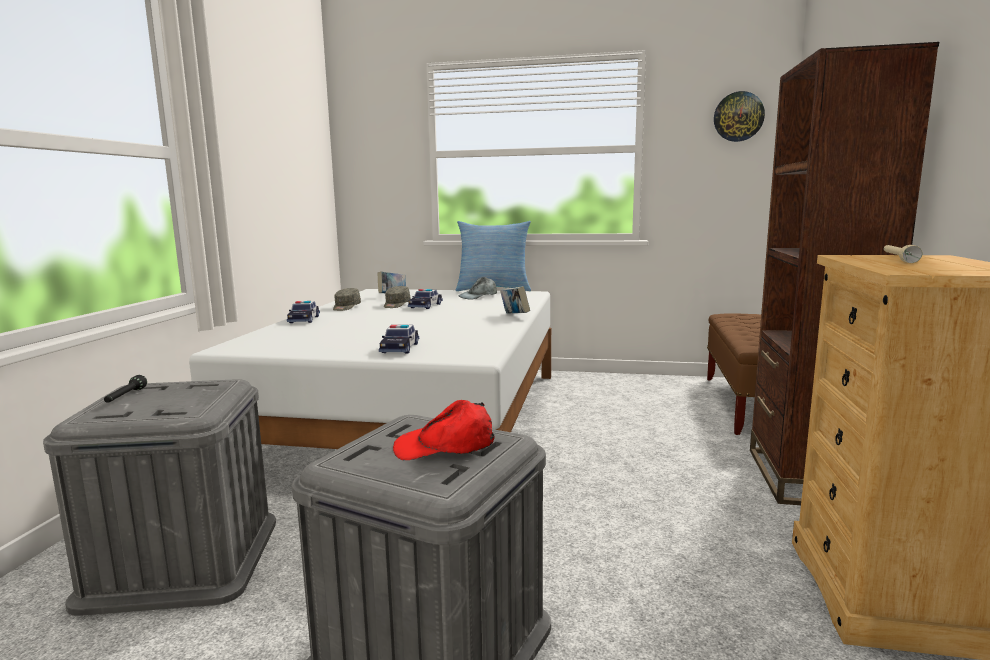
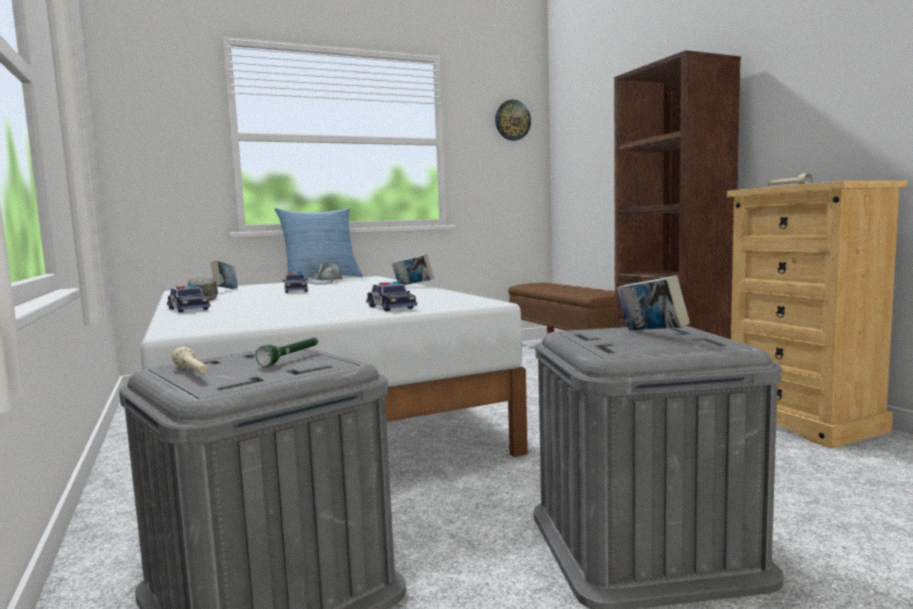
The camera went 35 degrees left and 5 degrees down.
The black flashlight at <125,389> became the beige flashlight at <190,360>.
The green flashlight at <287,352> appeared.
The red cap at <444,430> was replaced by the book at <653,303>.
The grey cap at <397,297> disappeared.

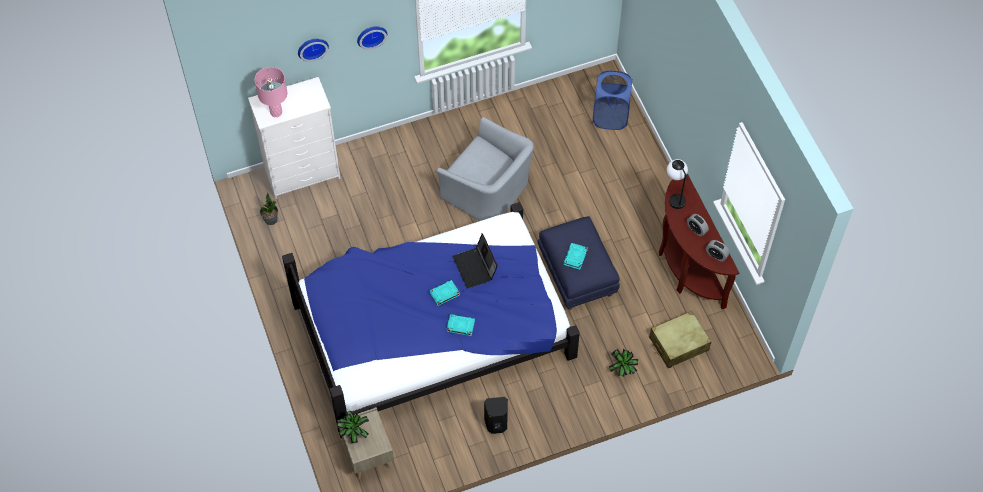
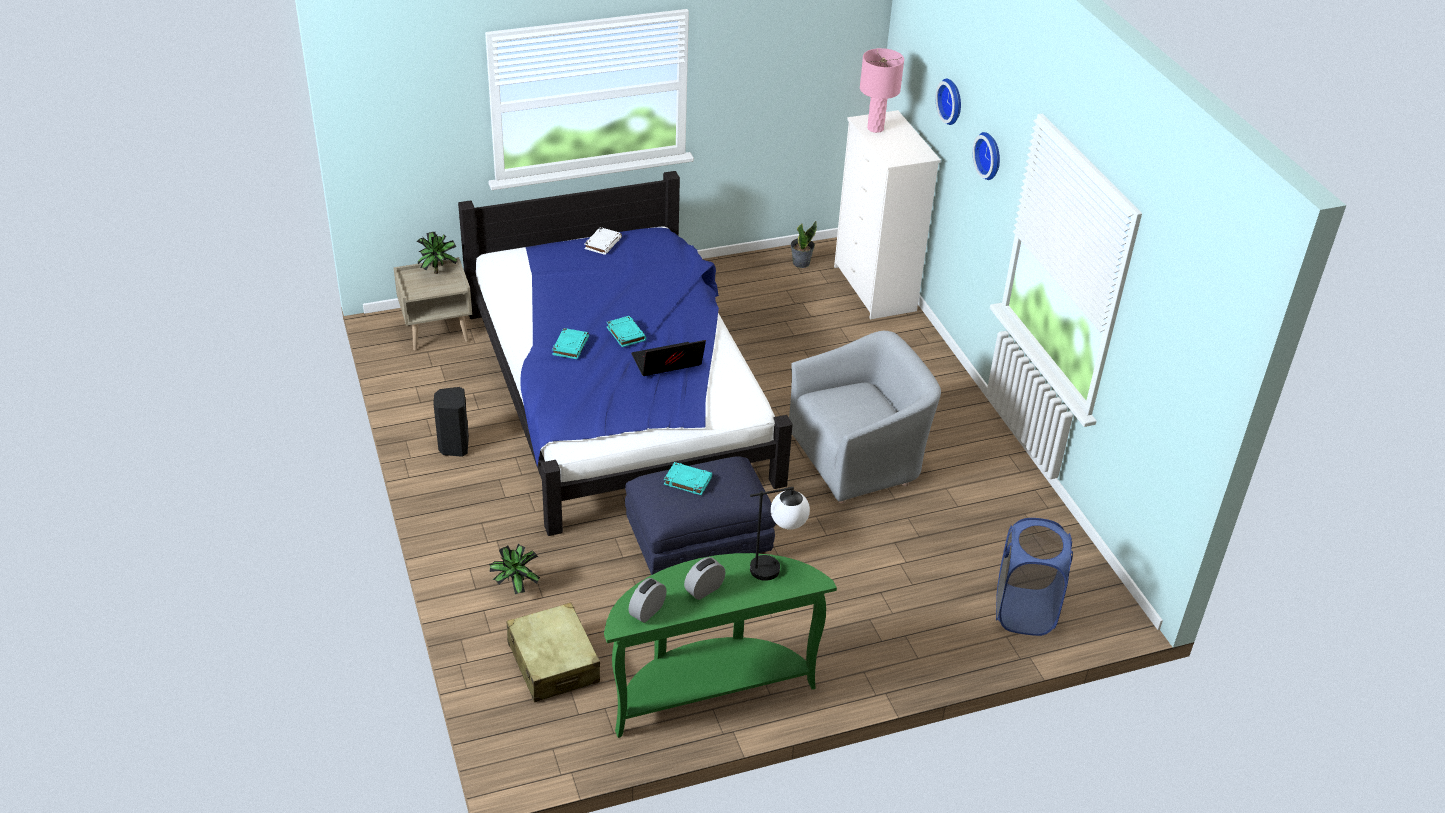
The camera went 90 degrees right and 20 degrees down.
The white book at <603,241> appeared.
The brown console table at <699,241> became the green console table at <720,645>.
The grey armchair at <485,169> turned 150 degrees counterclockwise.

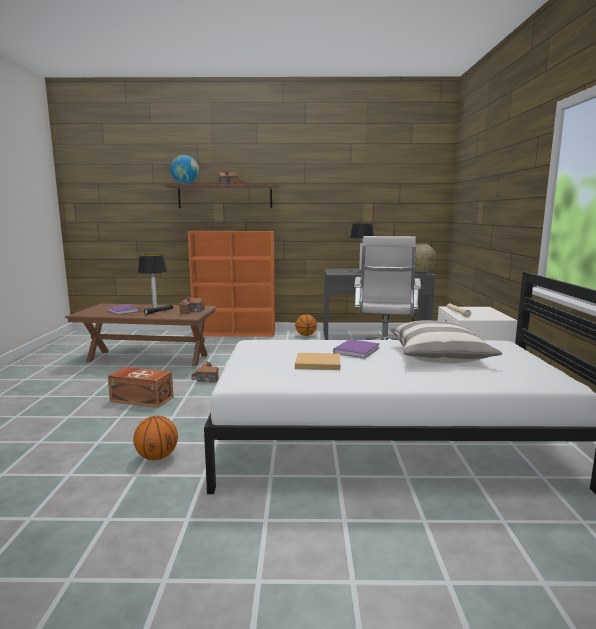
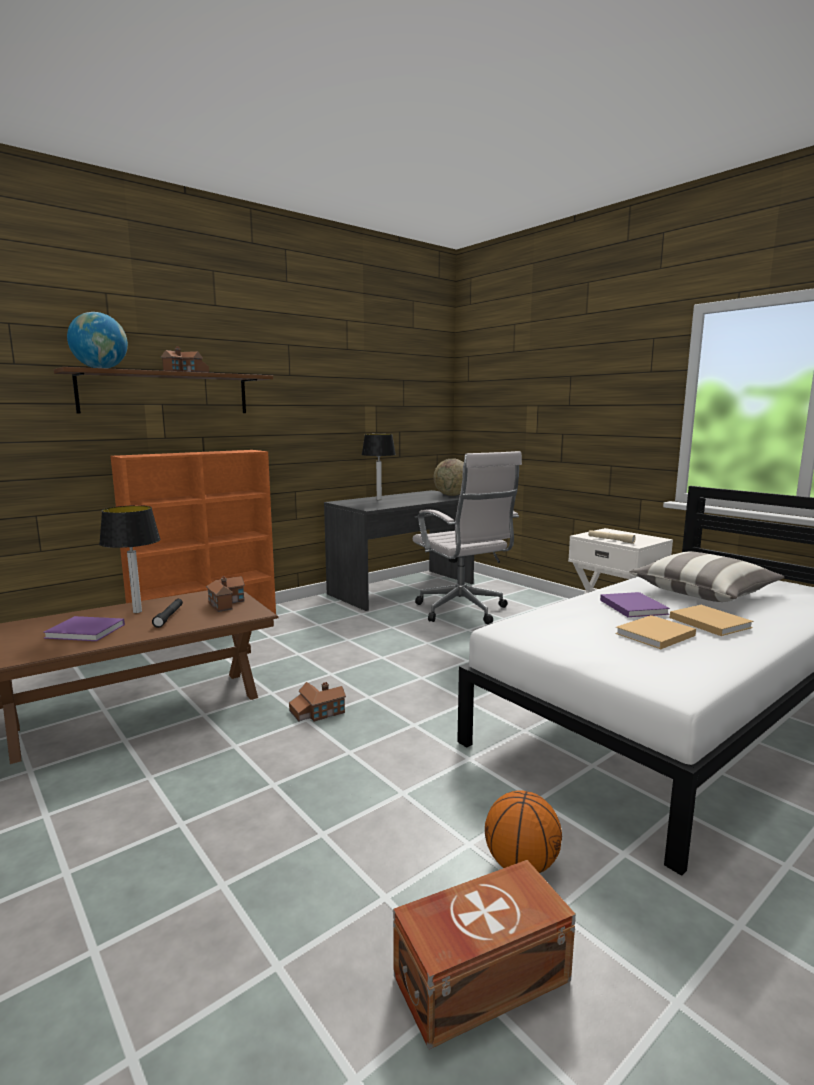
The camera went 40 degrees left and 0 degrees up.
The brown storage box moved from <140,387> to <484,955>.
The beige book at <711,620> appeared.
The basketball at <306,325> disappeared.

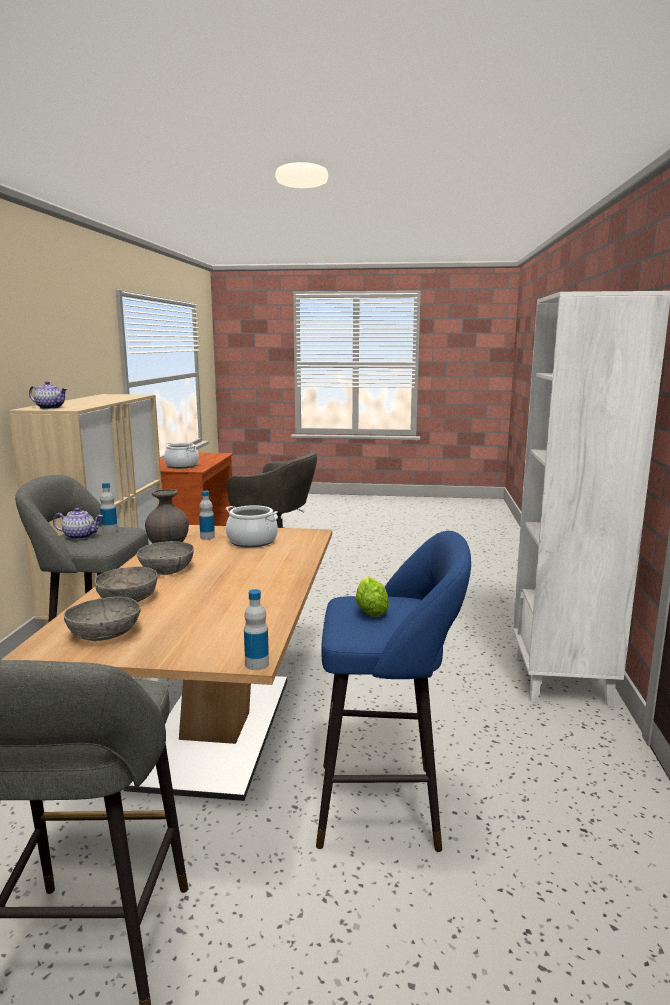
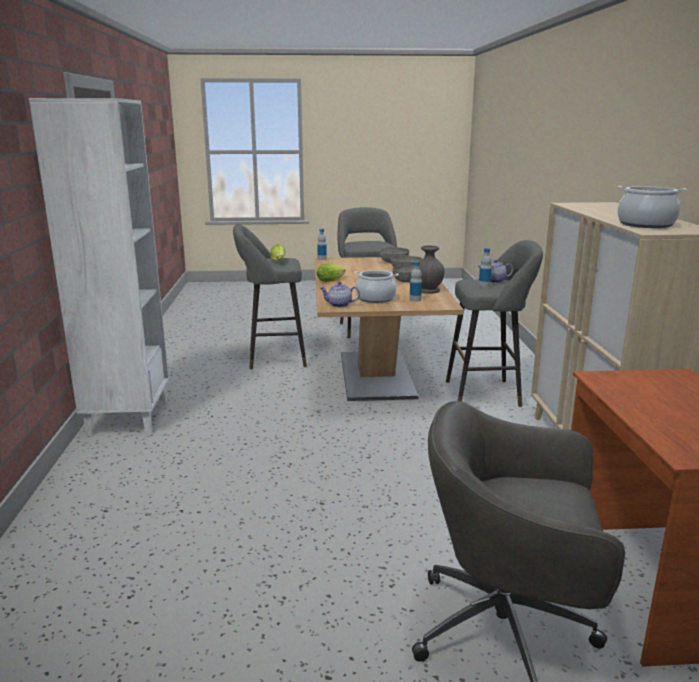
The camera went 170 degrees right and 5 degrees up.
The blue stool at <393,691> became the grey stool at <270,296>.
The lettuce at <331,273> appeared.
The teapot moved from <48,395> to <340,294>.
The cooking pot moved from <181,456> to <652,207>.

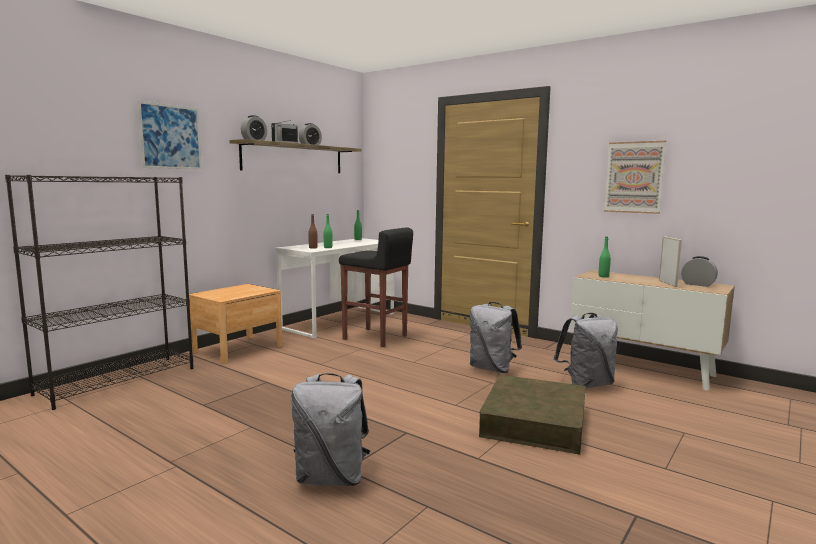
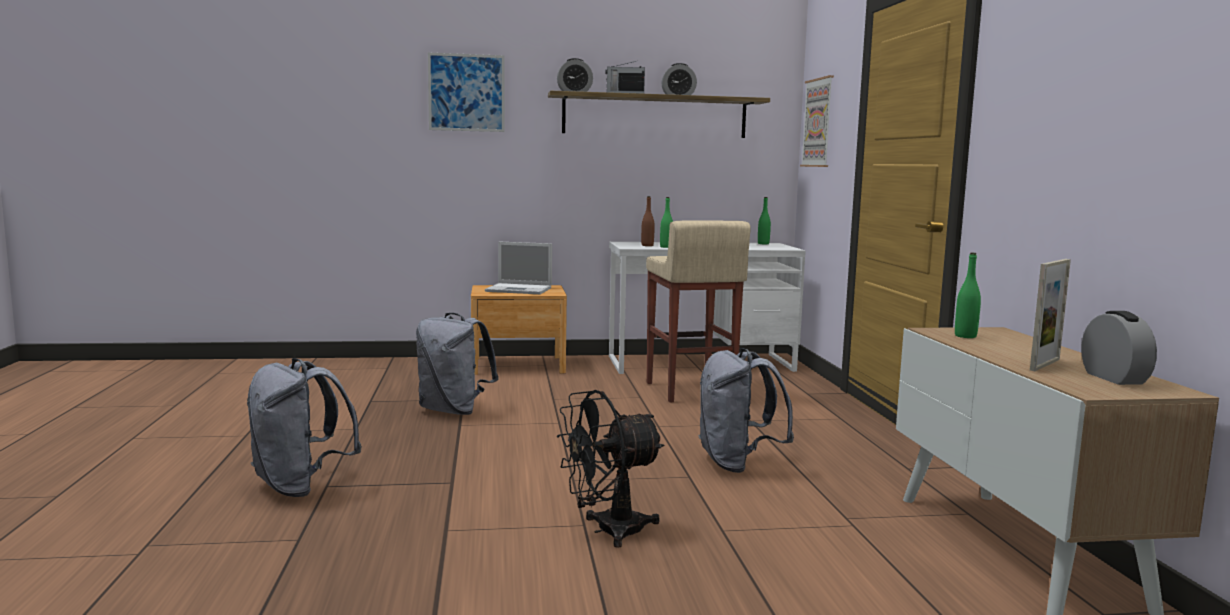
The camera went 45 degrees right and 0 degrees up.
The grey backpack moved from <586,350> to <457,364>.
The laptop at <518,267> appeared.
The brown storage box at <532,415> was replaced by the black fan at <610,469>.
The black stool at <376,287> became the beige stool at <698,311>.
The picture moved from <635,177> to <817,121>.
The black bookcase at <99,292> disappeared.

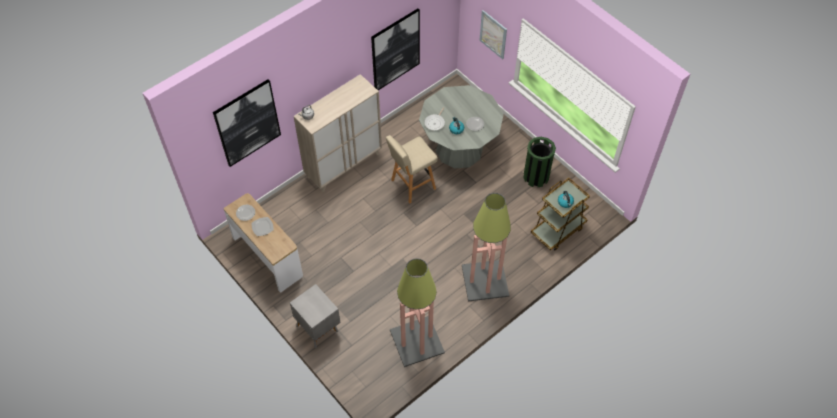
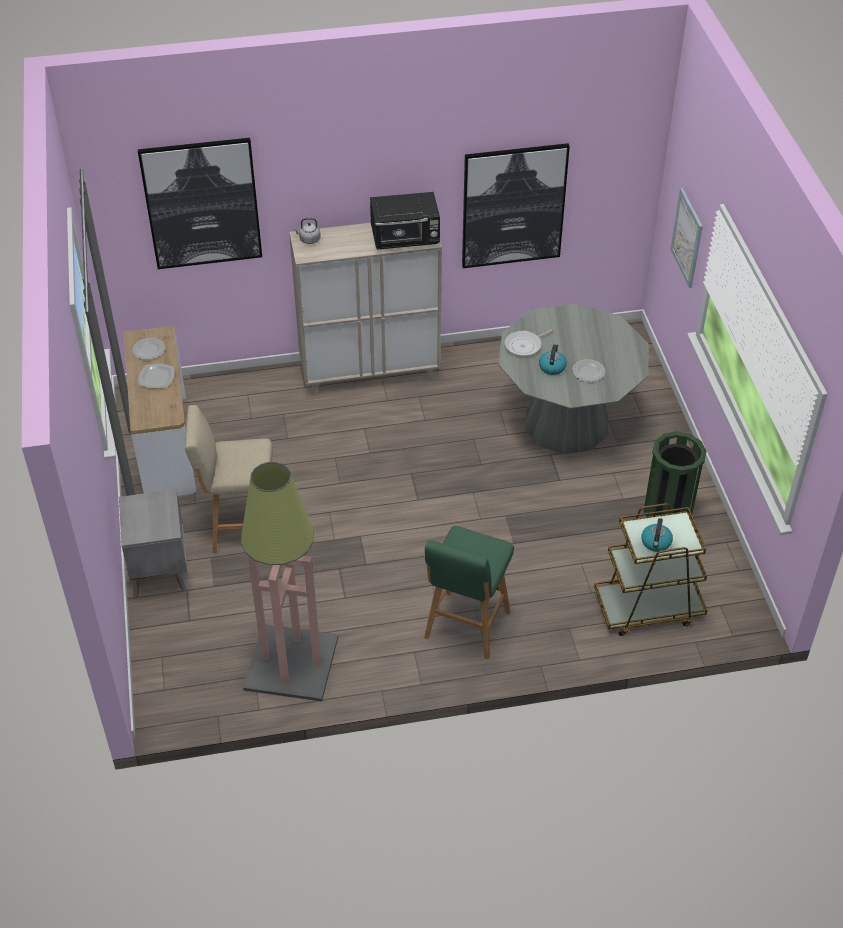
The camera went 30 degrees right and 10 degrees down.
The beige stool moved from <412,169> to <229,479>.
The black microwave at <405,221> appeared.
The floor lamp at <486,247> was replaced by the green stool at <469,592>.

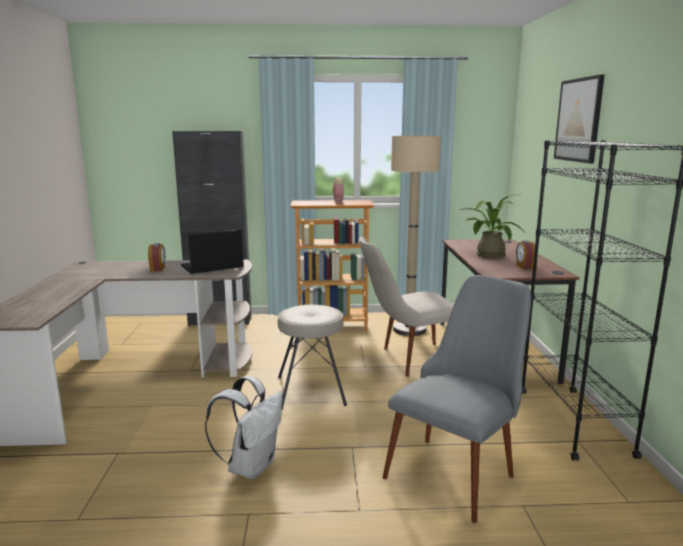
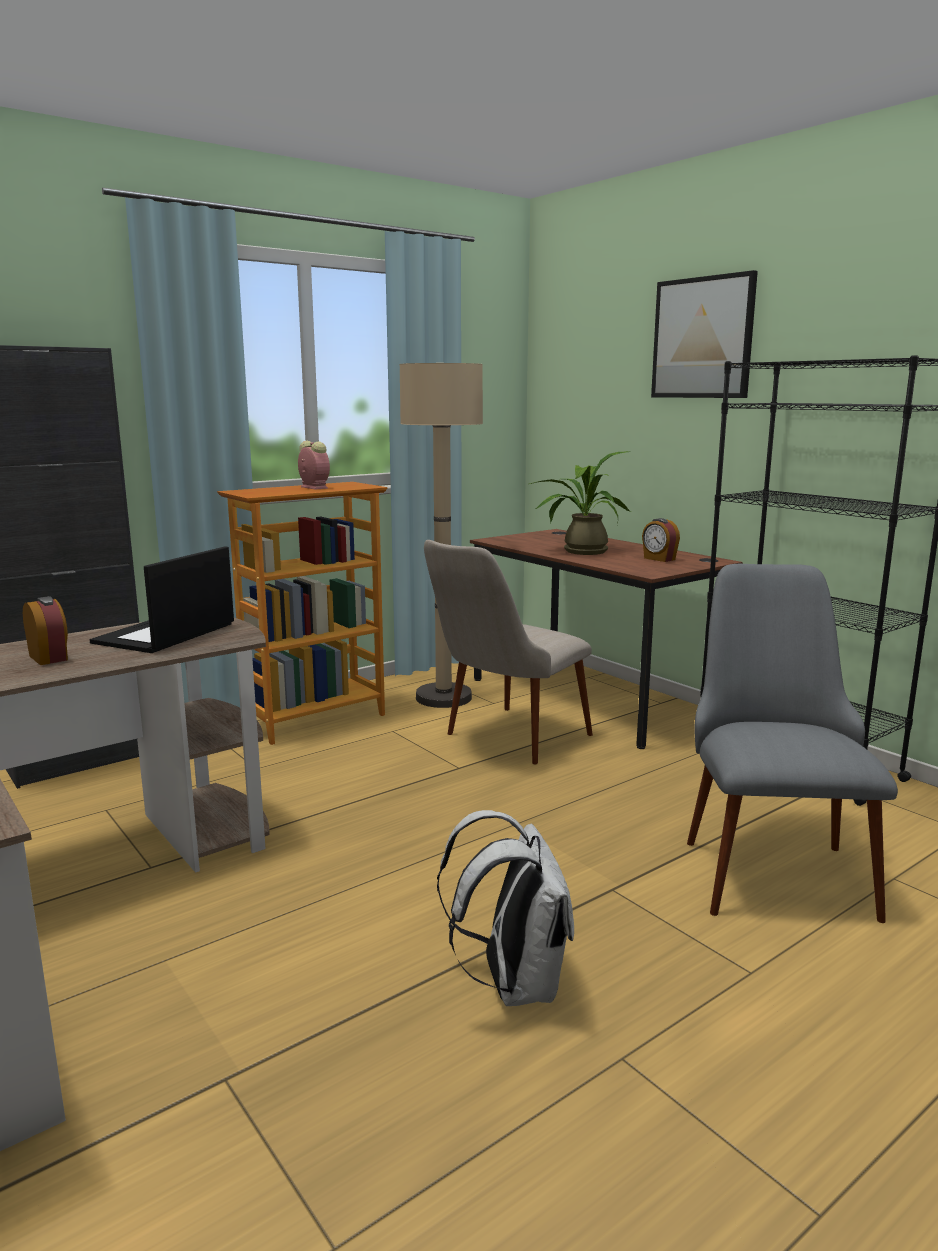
The camera went 35 degrees left and 0 degrees up.
The beige stool at <312,357> disappeared.

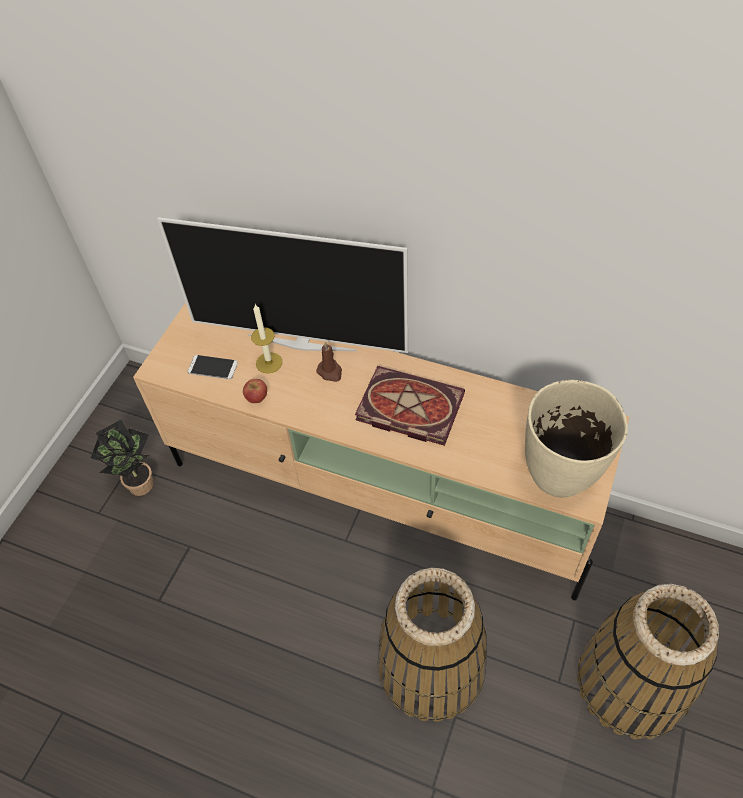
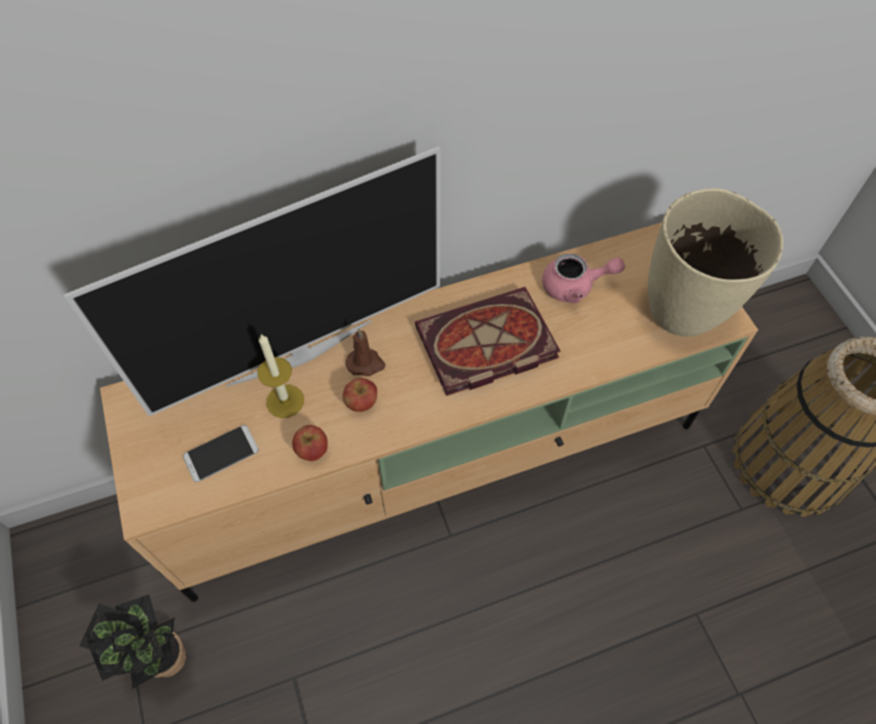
The camera went 45 degrees left and 5 degrees up.
The apple at <360,395> appeared.
The pink teapot at <583,278> appeared.
The basket at <432,645> disappeared.

